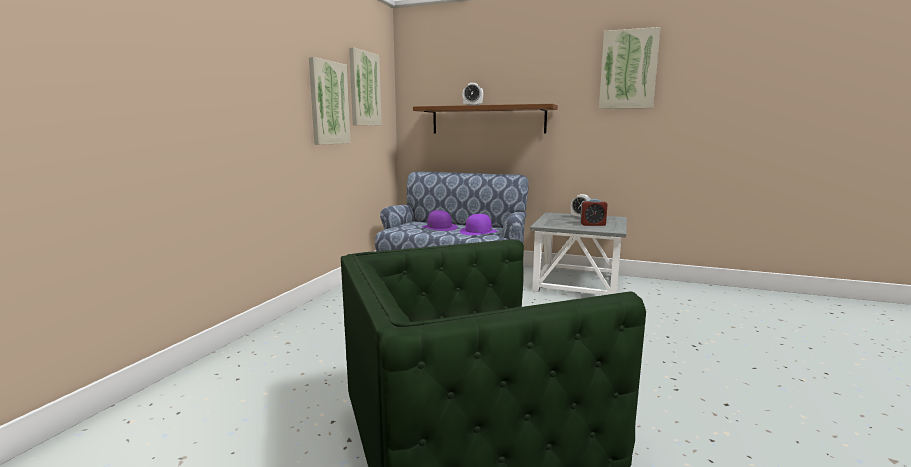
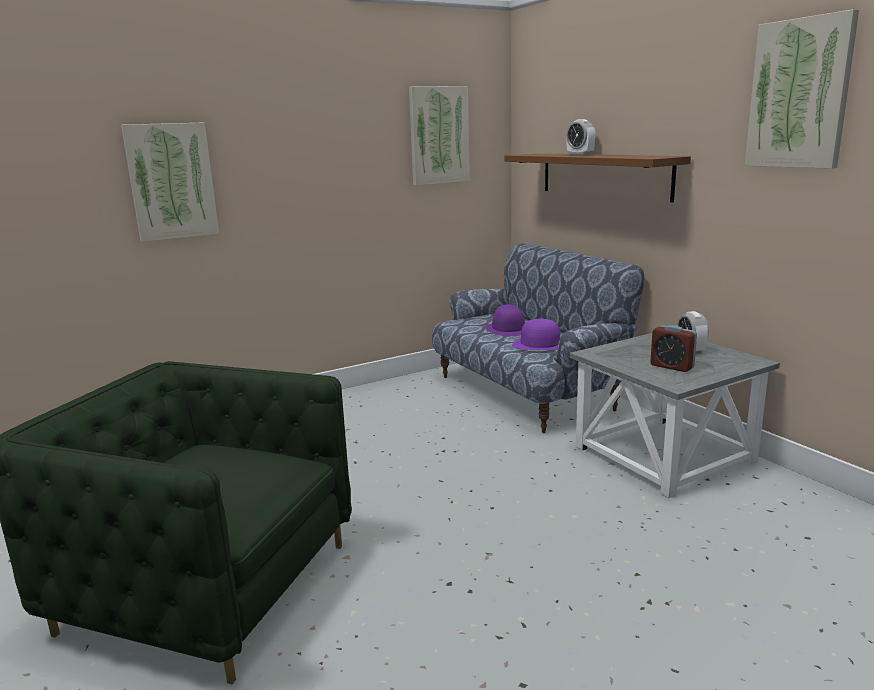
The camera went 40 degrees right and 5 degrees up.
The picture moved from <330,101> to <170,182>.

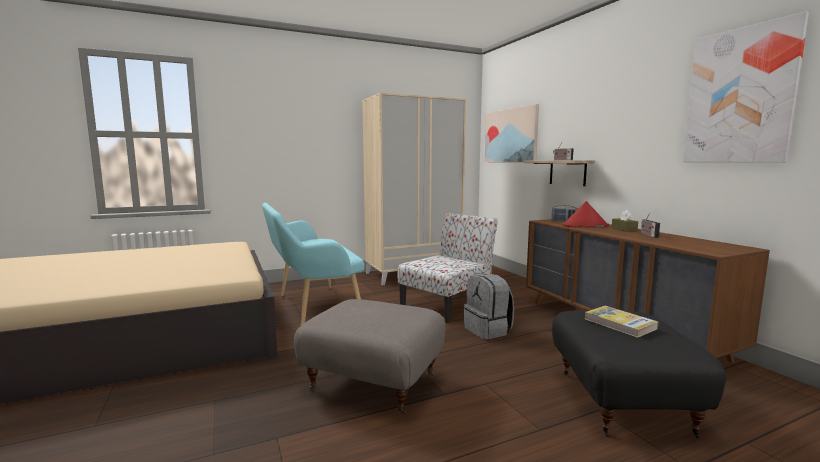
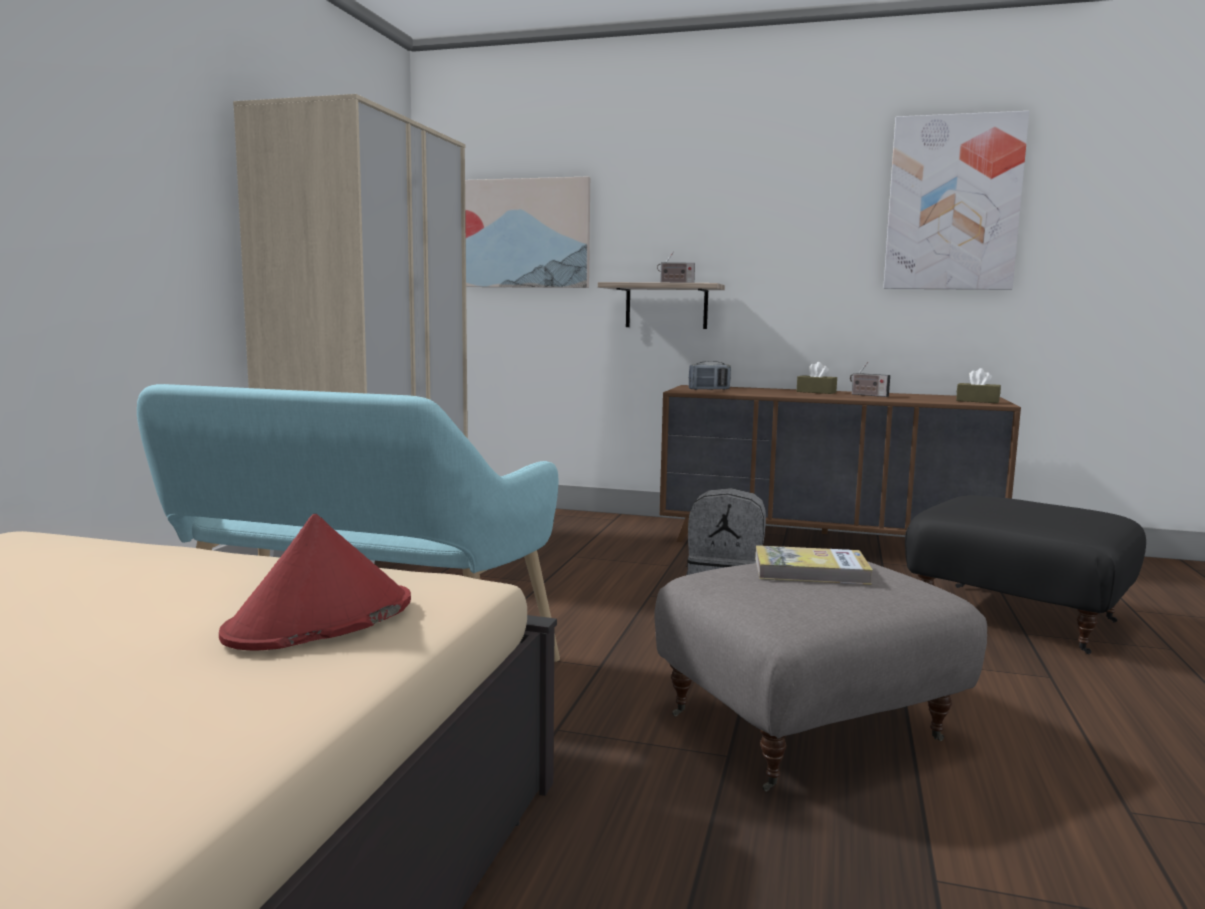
The camera went 50 degrees left and 0 degrees up.
The red hat moved from <585,214> to <315,582>.
The book moved from <621,322> to <814,565>.
The brown tissue box at <978,385> appeared.
The chair at <448,268> disappeared.

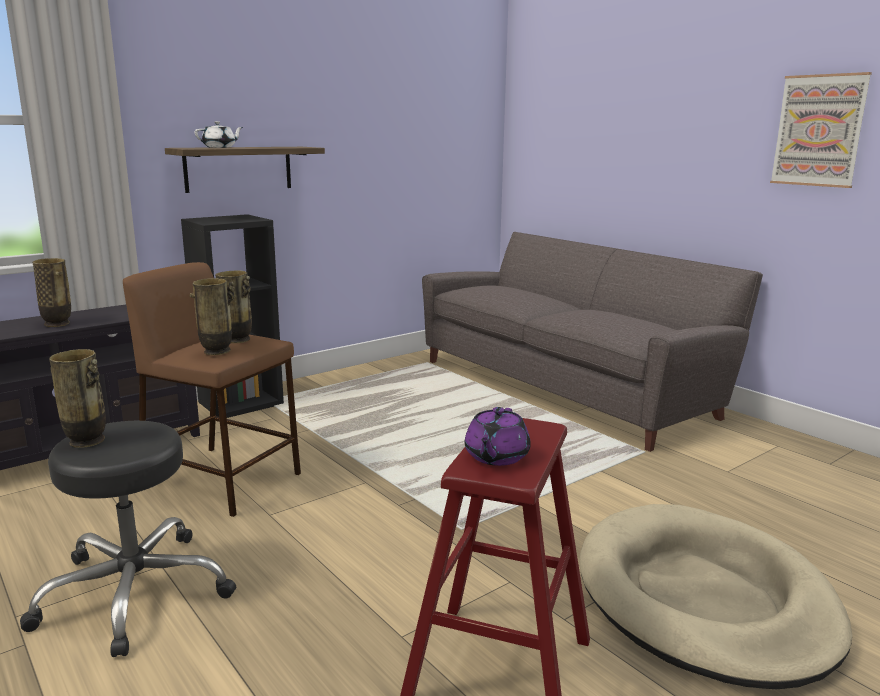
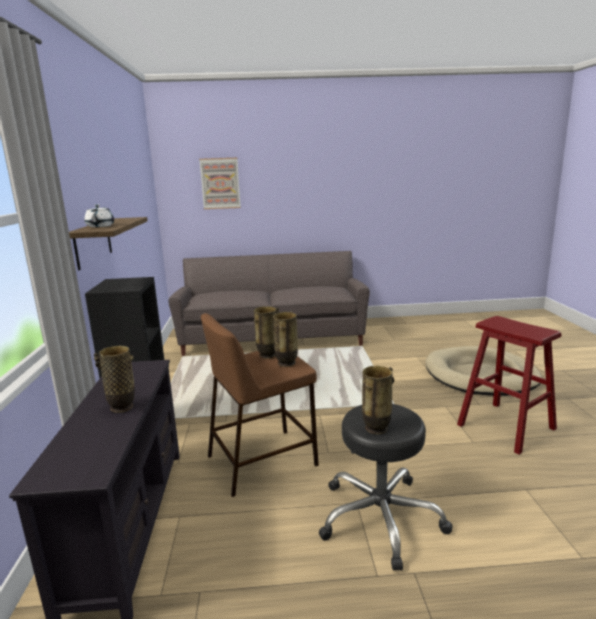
The camera went 55 degrees left and 0 degrees up.
The picture moved from <821,130> to <220,183>.
The purple teapot at <498,436> disappeared.

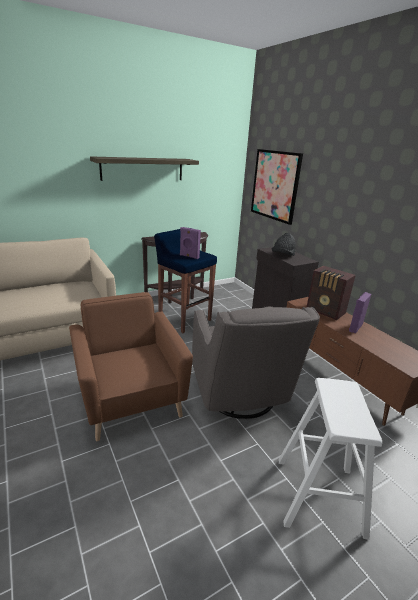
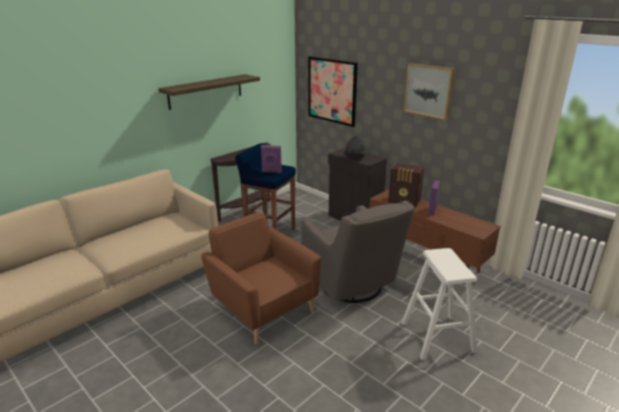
The camera went 15 degrees left and 0 degrees up.
The picture at <429,91> appeared.

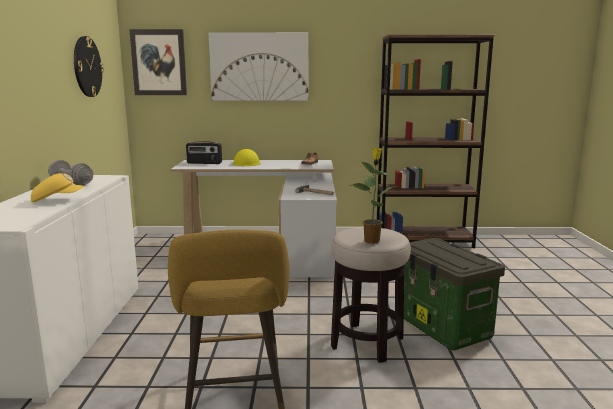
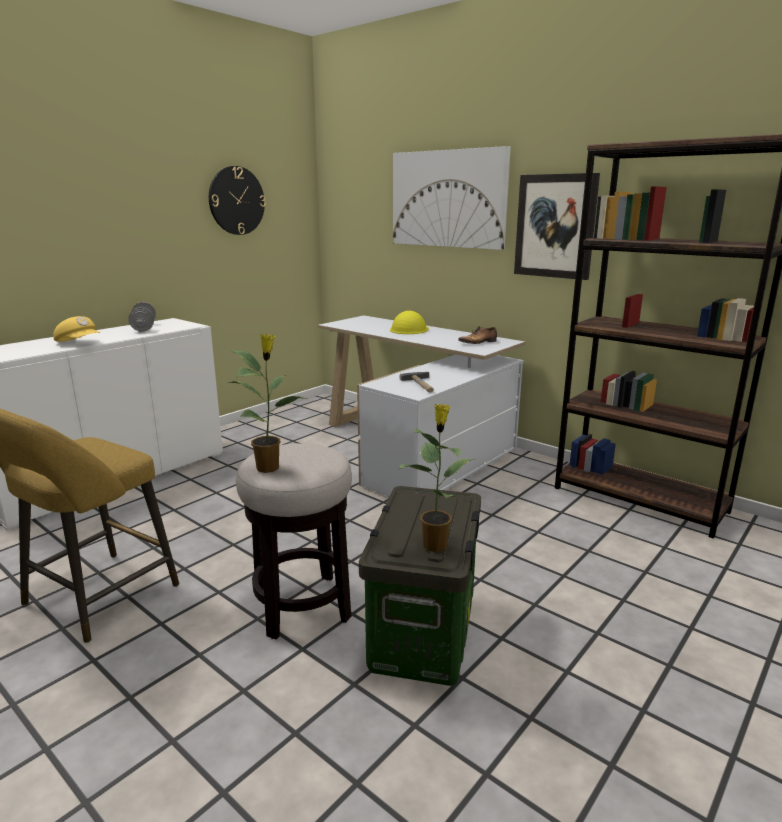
The camera went 40 degrees right and 5 degrees up.
The potted plant at <436,478> appeared.
The picture moved from <158,62> to <557,226>.
The radio at <204,152> disappeared.

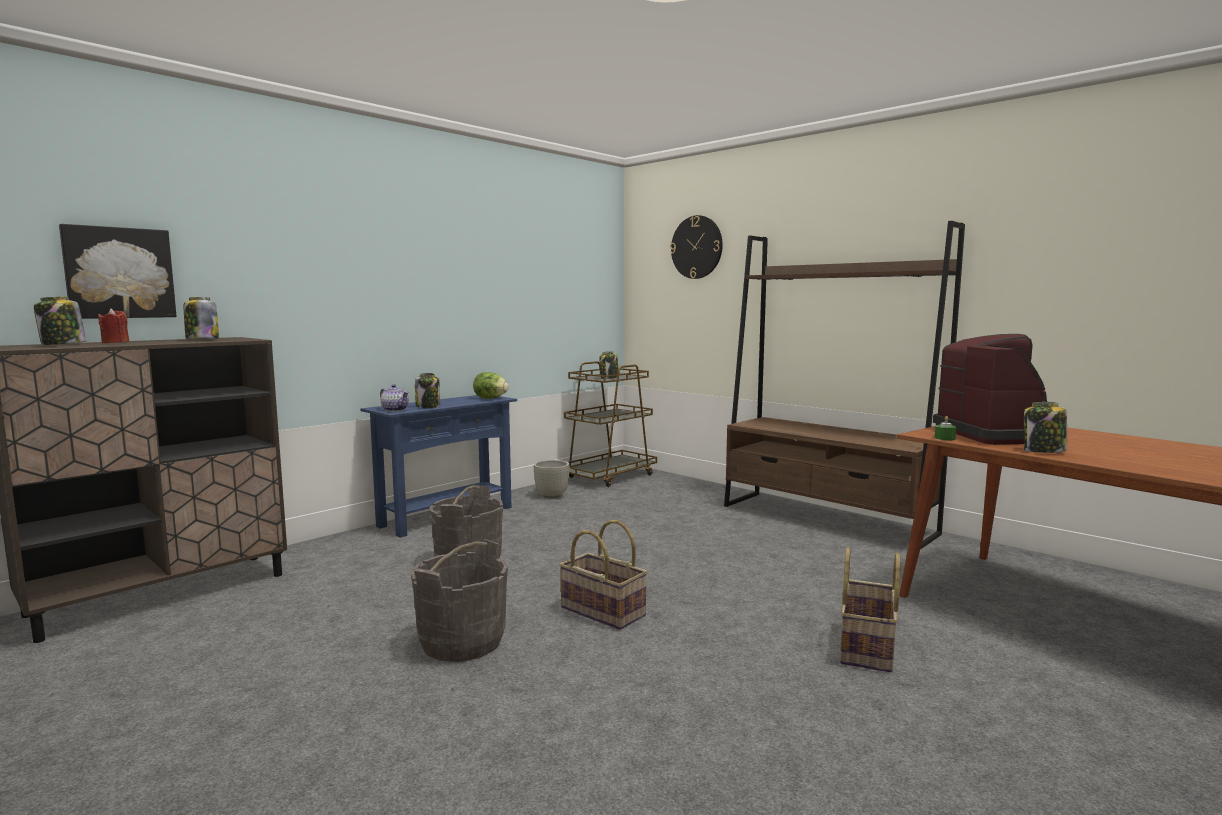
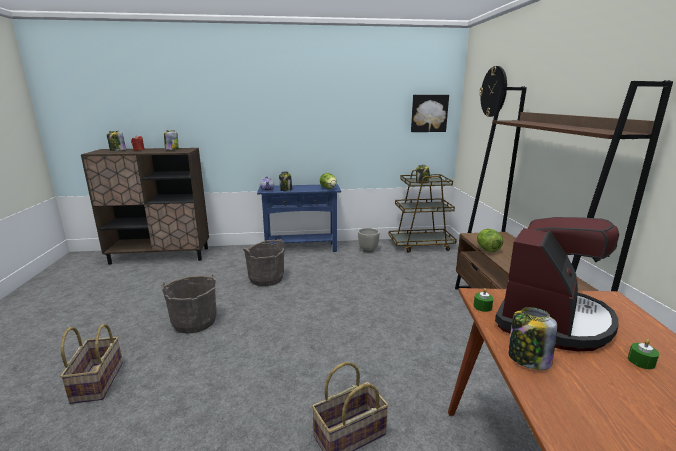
The camera went 40 degrees right and 10 degrees up.
The basket moved from <603,575> to <91,364>.
The picture moved from <117,271> to <430,113>.
The lettuce at <490,240> appeared.
The green candle at <643,354> appeared.

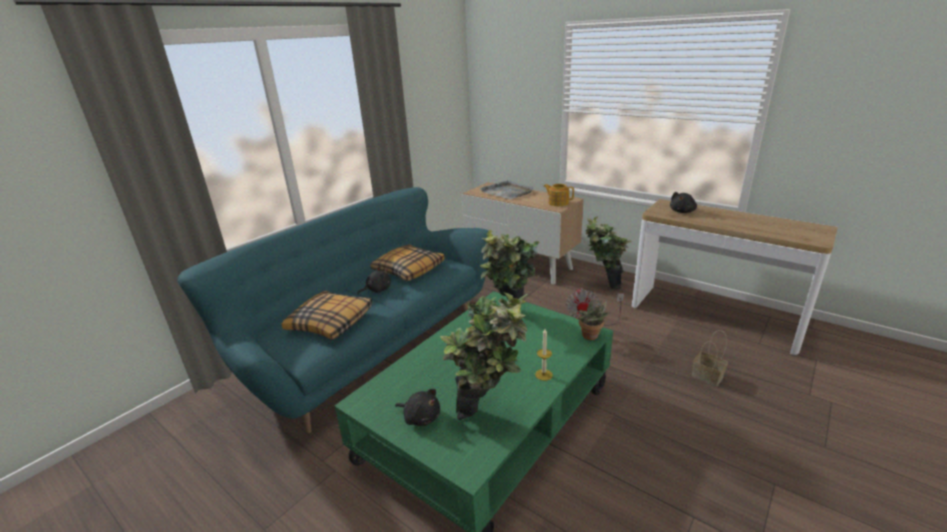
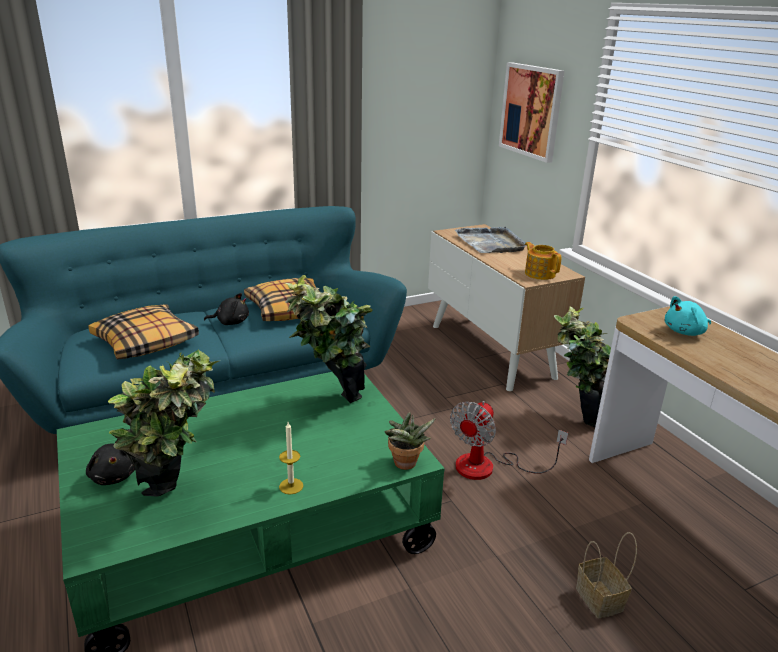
The camera went 25 degrees right and 0 degrees up.
The picture at <532,112> appeared.
The black plush toy at <683,202> became the turquoise plush toy at <688,316>.

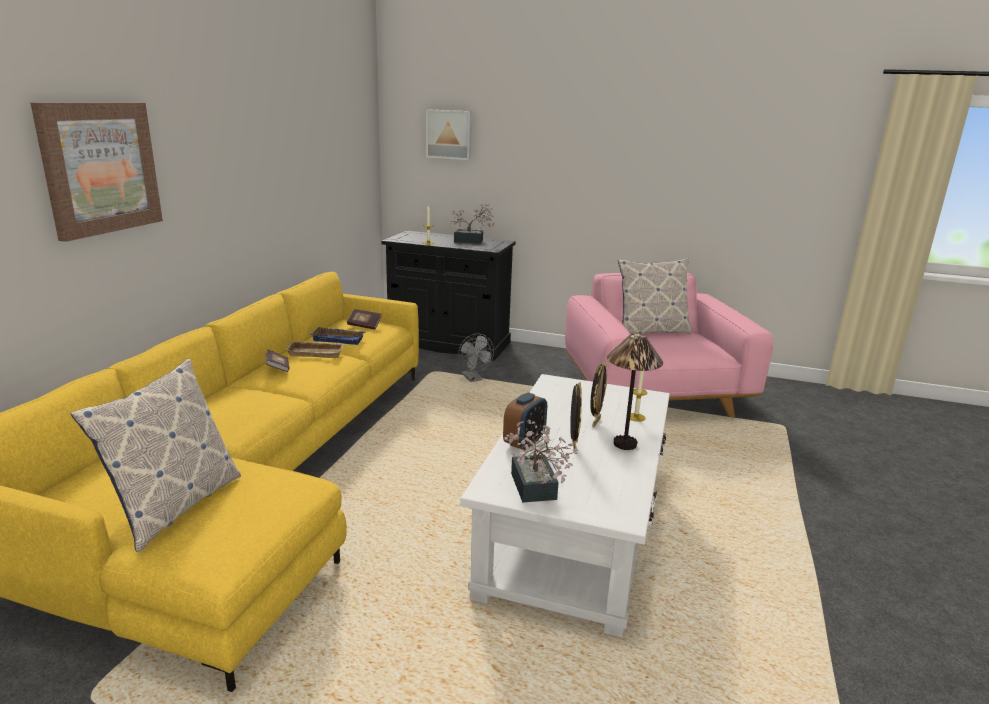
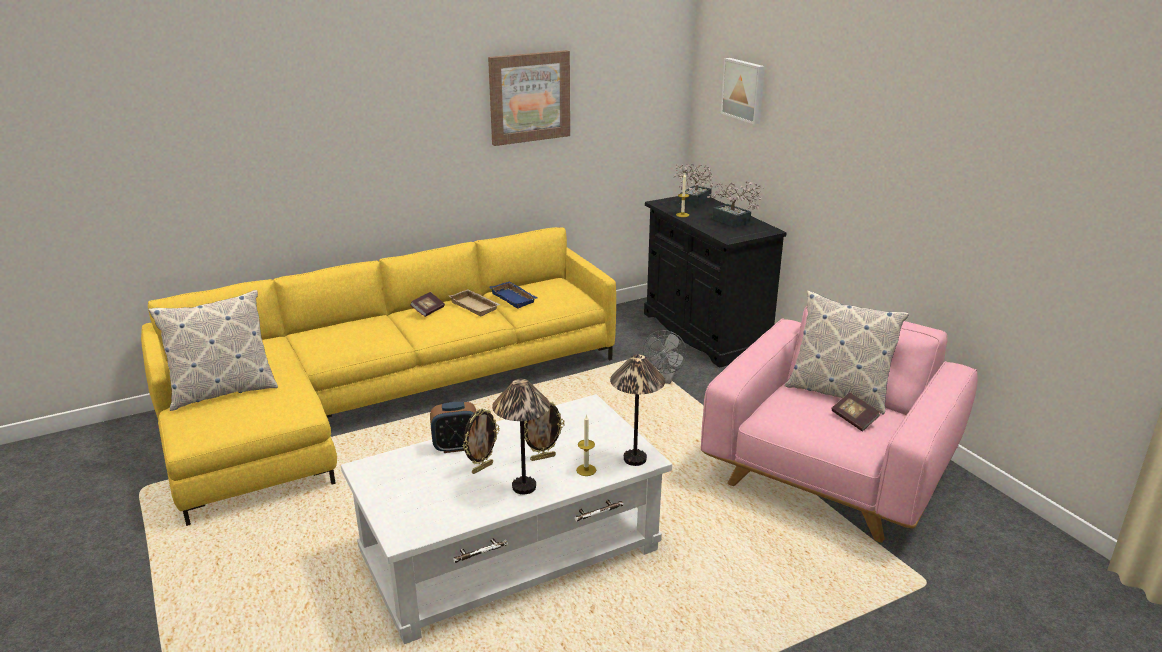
The camera went 45 degrees right and 5 degrees up.
The picture moved from <97,172> to <529,98>.
The table lamp at <637,410> appeared.
The potted plant moved from <541,461> to <693,185>.
The book moved from <364,319> to <855,412>.

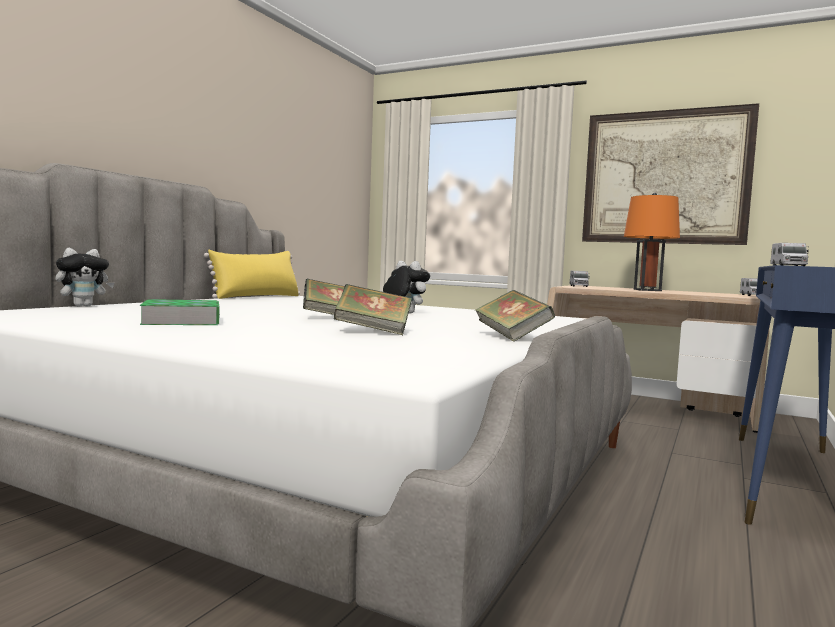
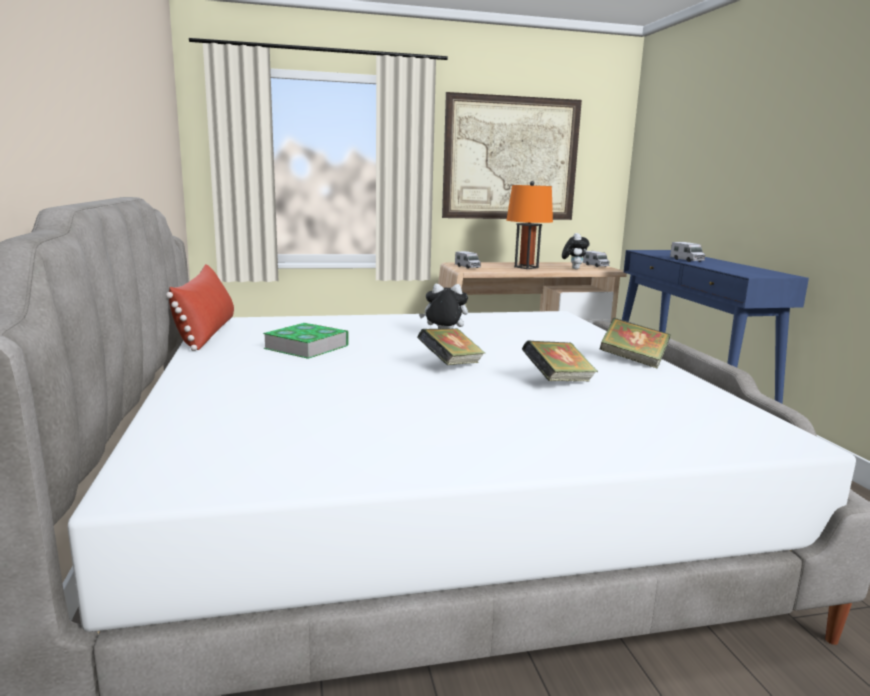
The camera went 40 degrees left and 10 degrees up.
The yellow pillow at <252,274> became the red pillow at <200,307>.
The book moved from <180,312> to <306,341>.
The plush toy moved from <85,277> to <576,251>.

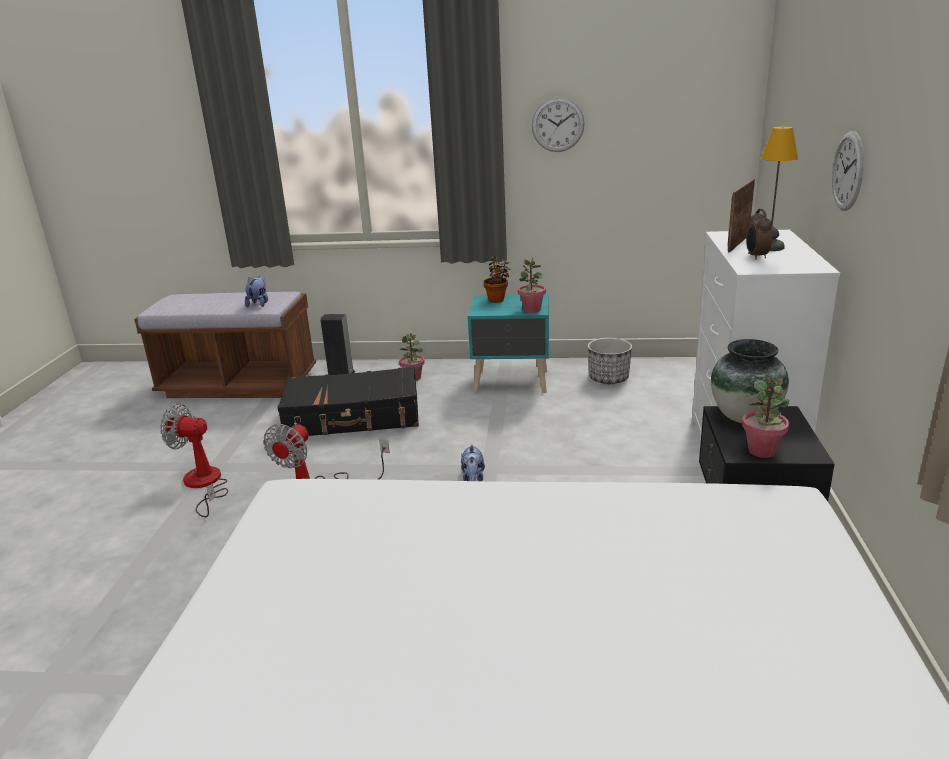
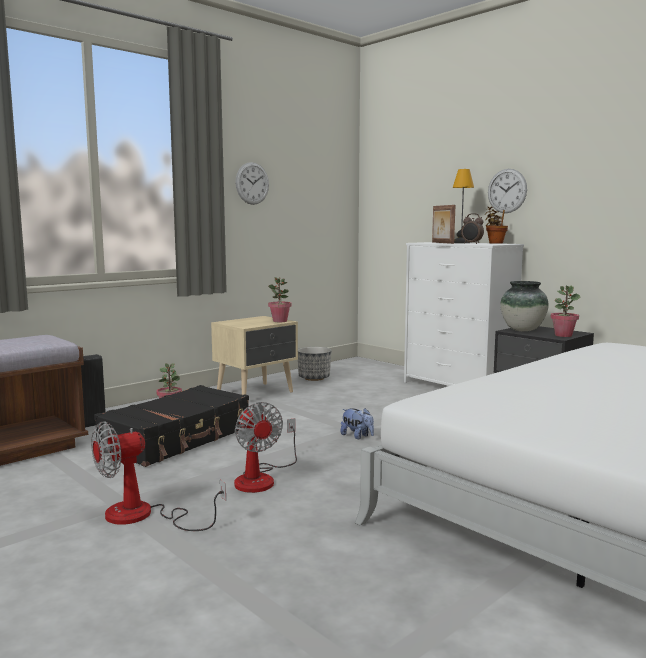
The camera went 50 degrees left and 15 degrees down.
The turquoise nightstand at <508,343> became the beige nightstand at <254,355>.
The potted plant moved from <496,280> to <496,225>.
The plush toy at <256,291> disappeared.

